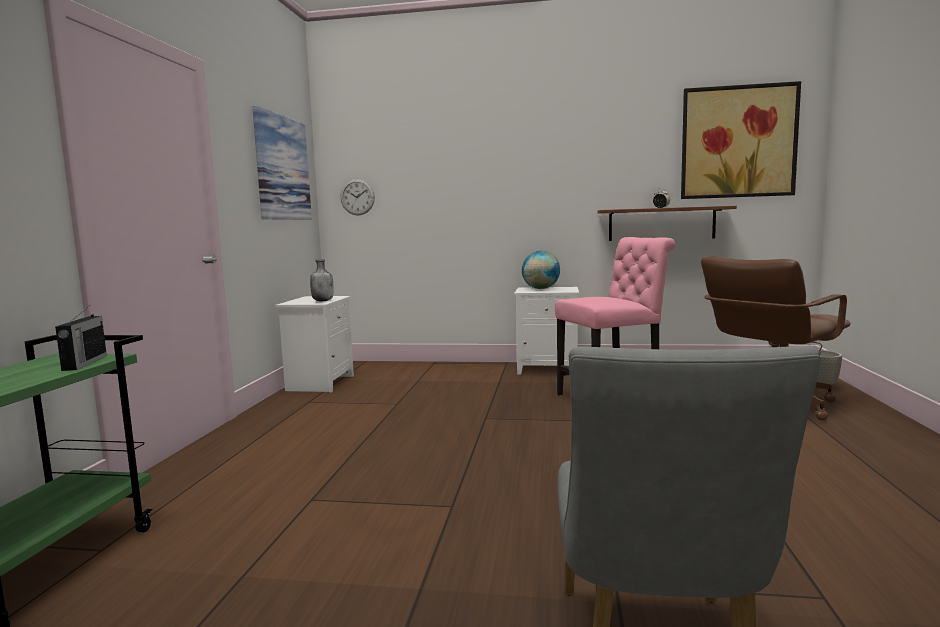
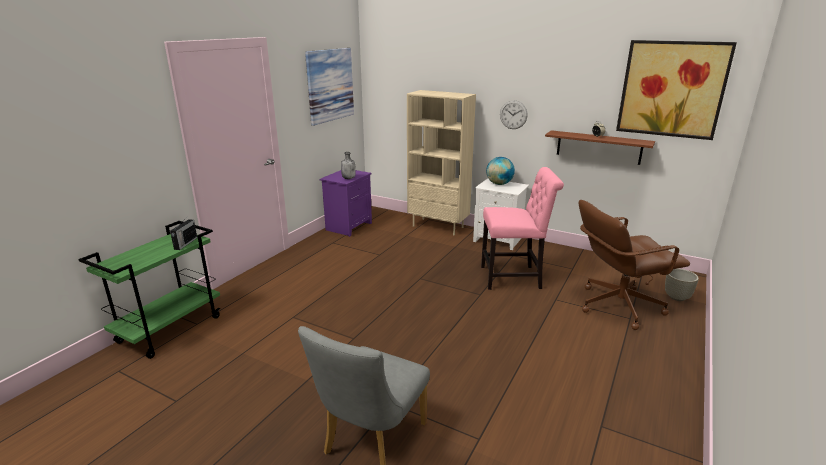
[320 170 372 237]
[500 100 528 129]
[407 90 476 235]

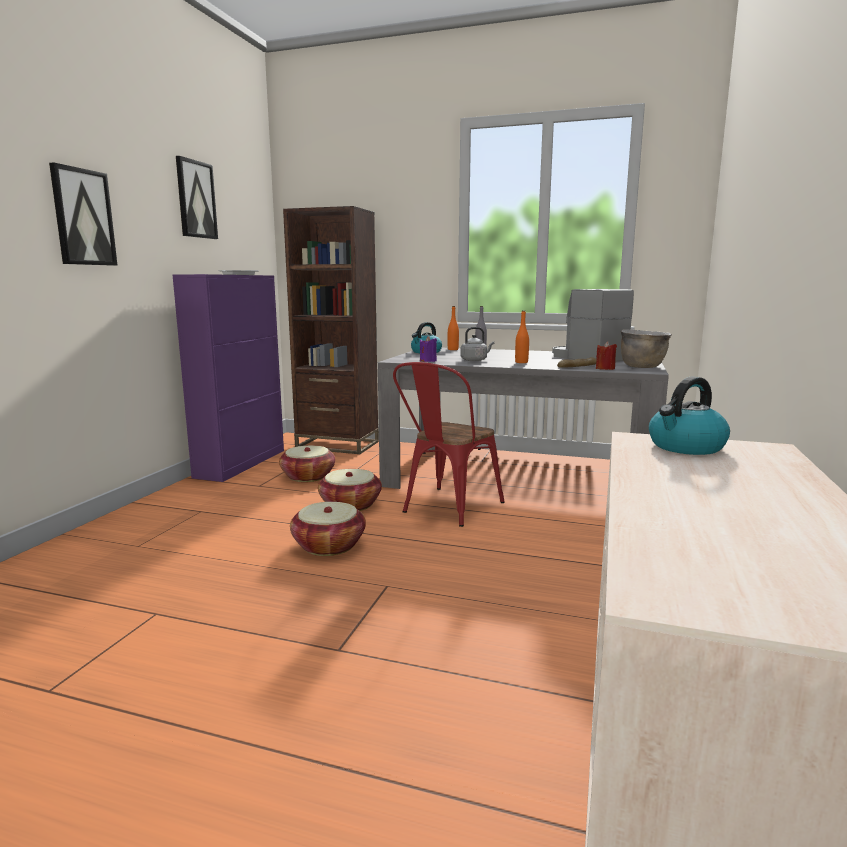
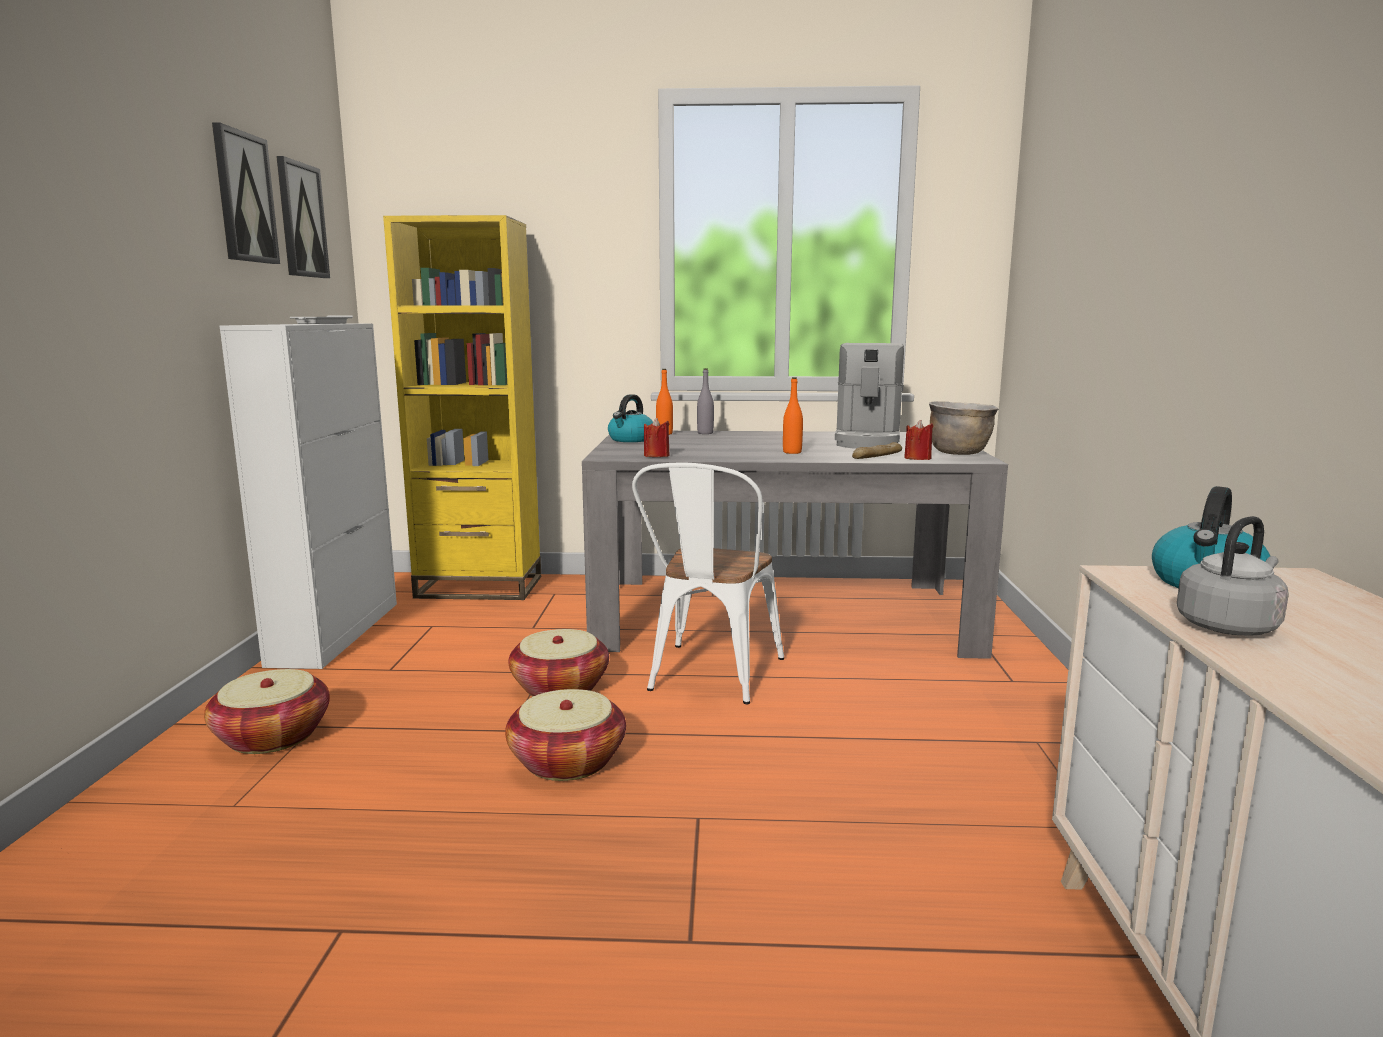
[276 156 330 278]
[219 324 397 669]
[204 669 330 754]
[383 215 541 600]
[632 463 784 704]
[644 418 670 457]
[1177 516 1289 636]
[835 343 904 449]

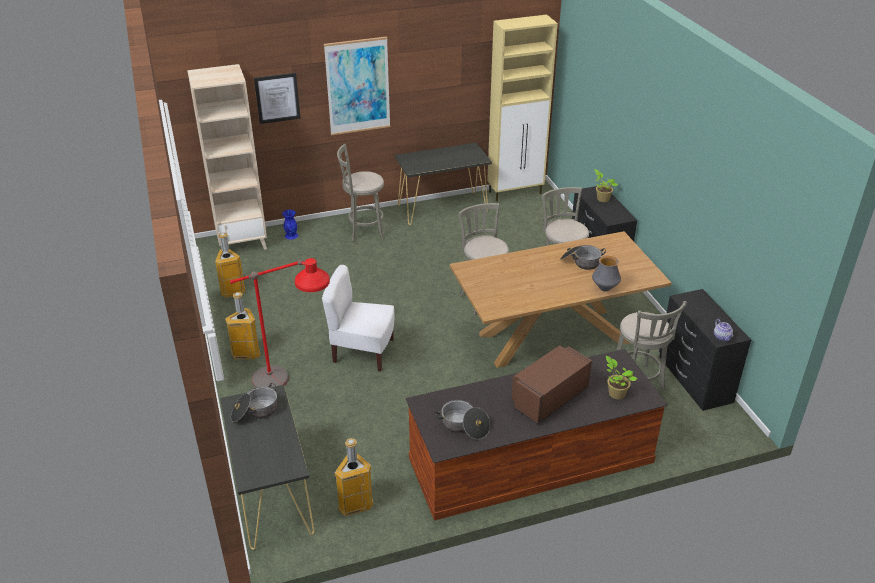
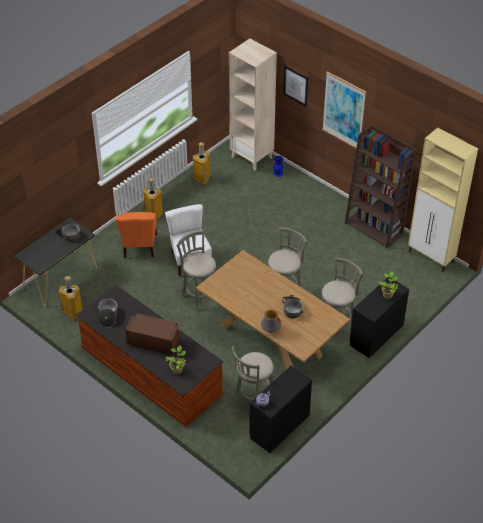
[116 212 157 258]
[177 230 216 311]
[345 125 416 249]

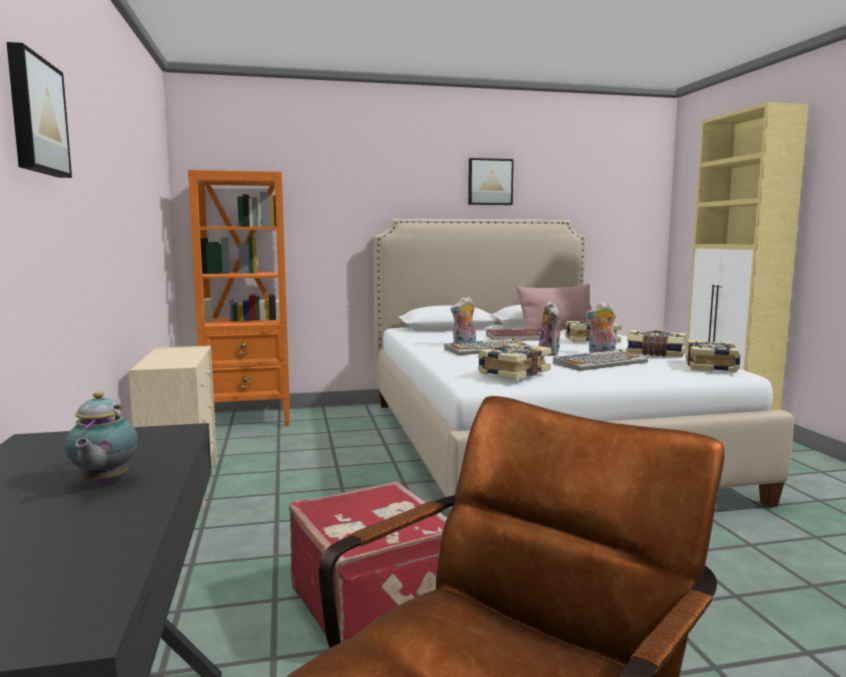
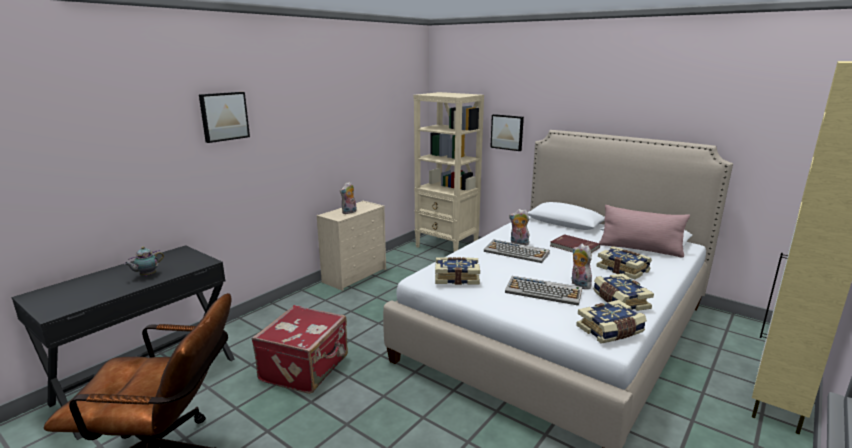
[414 92 484 252]
[490 114 524 151]
[340 182 357 214]

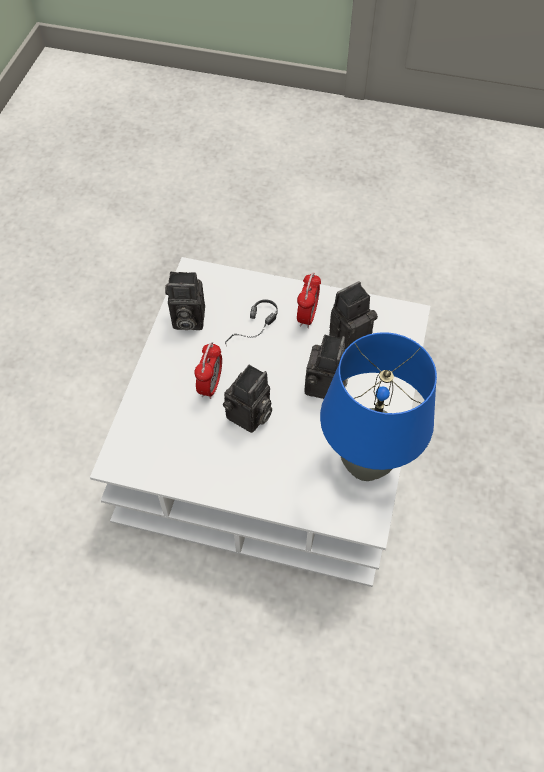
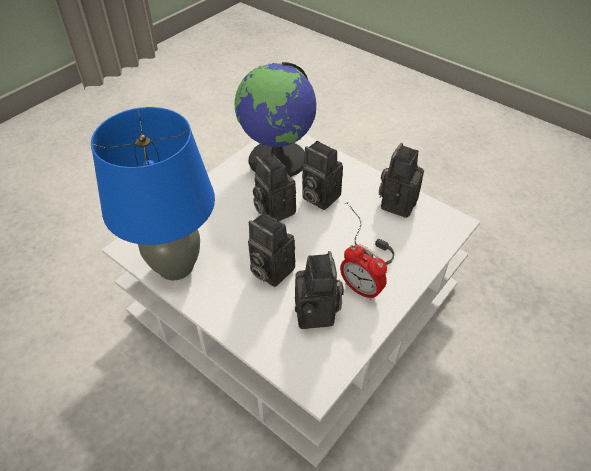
[302 141 343 210]
[235 62 317 177]

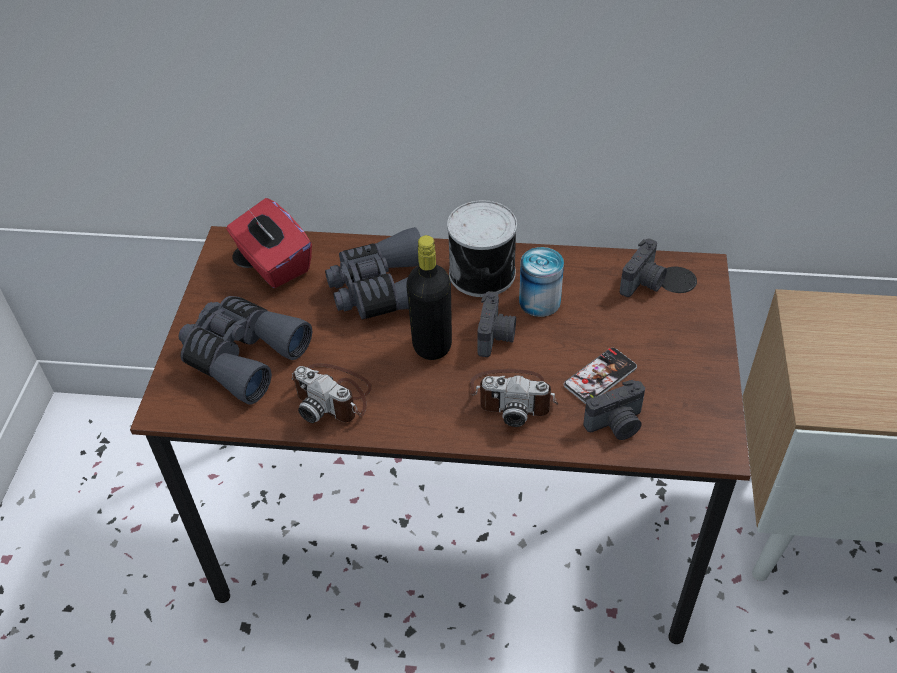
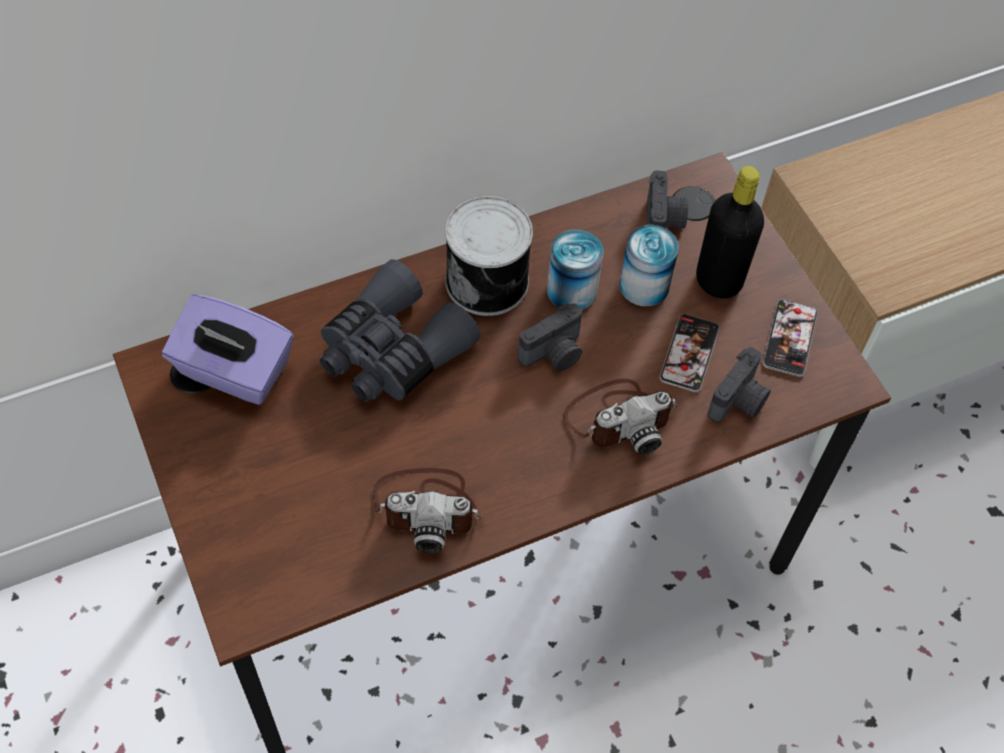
[178 296 312 404] (first image)
[162 294 293 405]
[696 166 764 298]
[518 303 582 372]
[619 225 679 306]
[763 300 818 377]

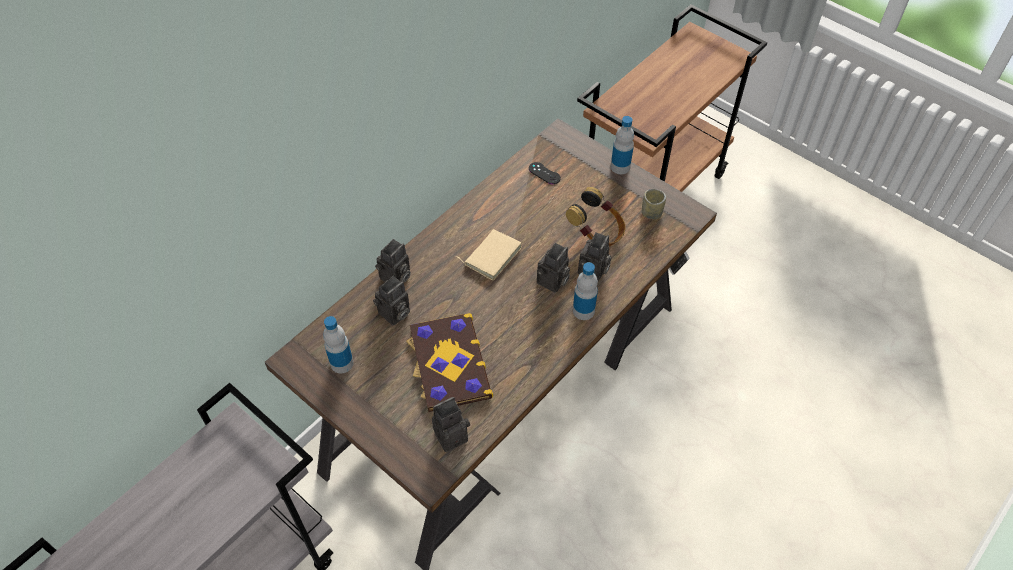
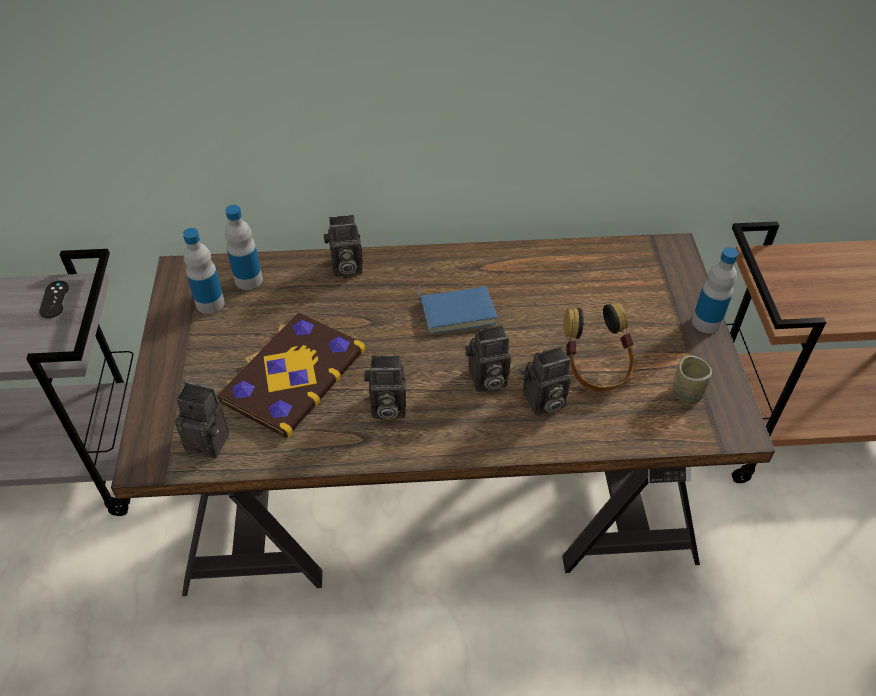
[364 355 406 419]
[418 285 497 334]
[39 281 69 318]
[225 205 263 290]

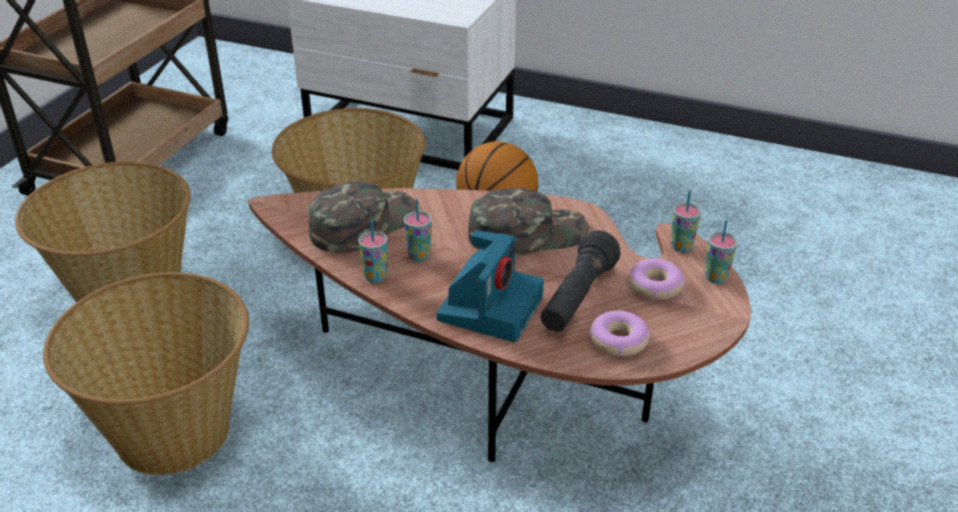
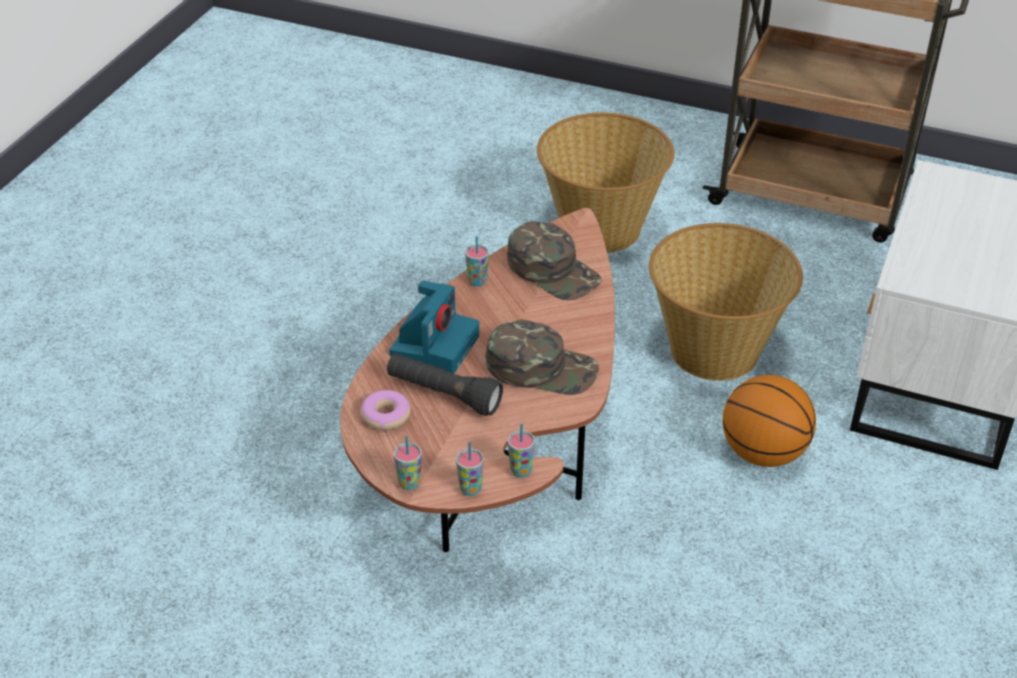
[43 272 249 475] (first image)
[394 436 421 490]
[389 281 479 374]
[486 319 599 395]
[629 259 685 300] (first image)

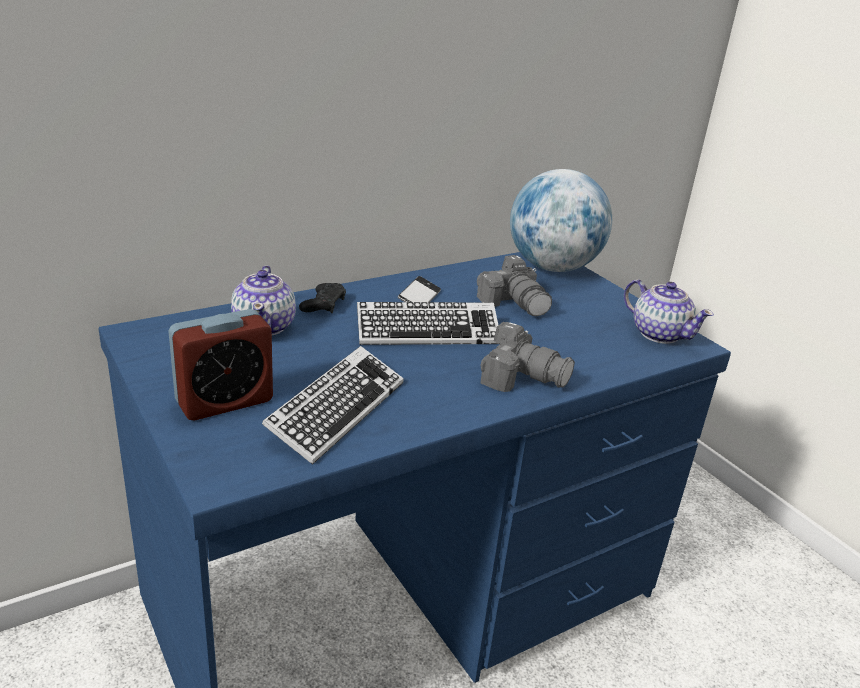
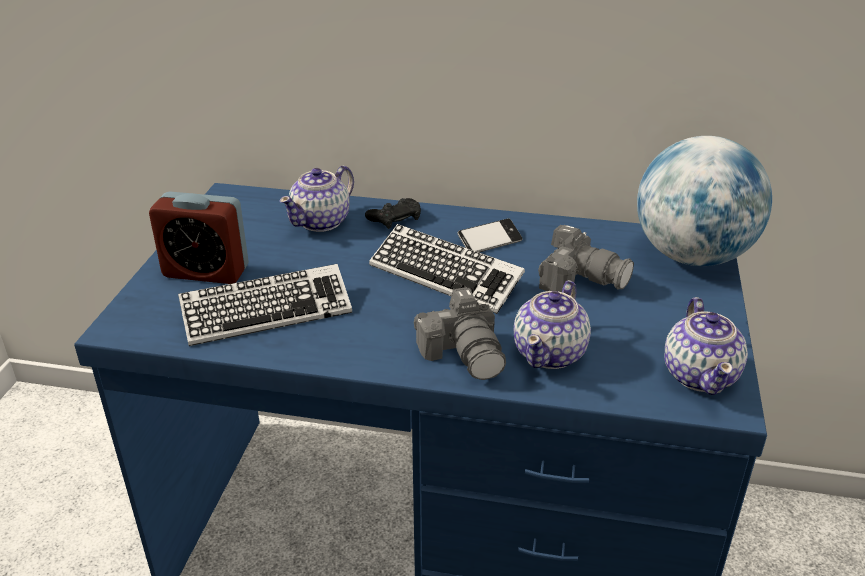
[538 225 634 292]
[514 280 591 369]

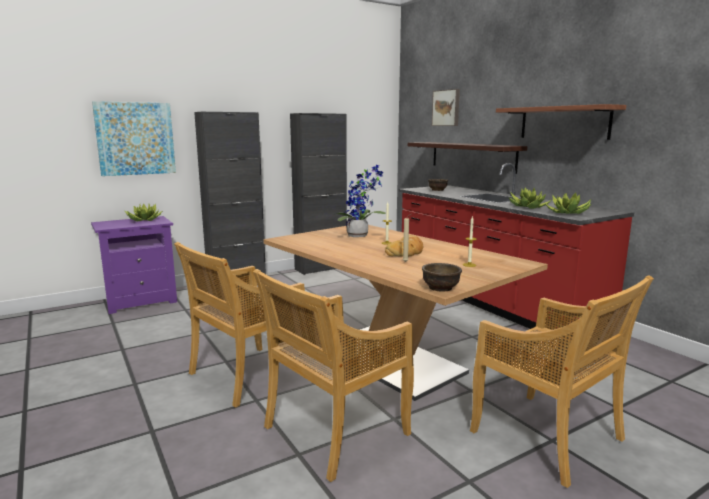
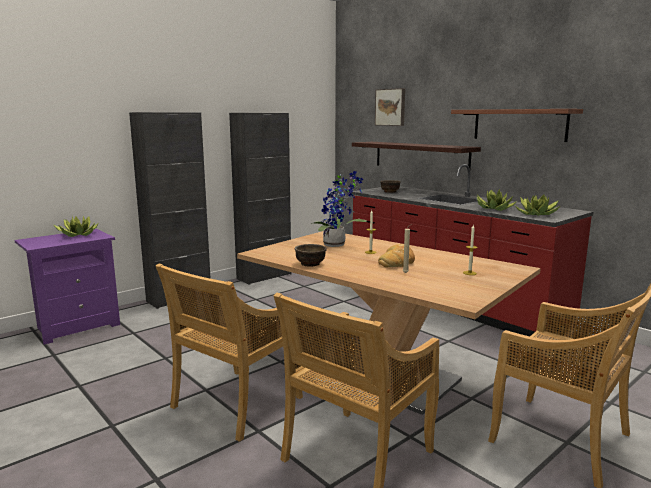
[92 101 176 176] (first image)
[295 244 327 267]

